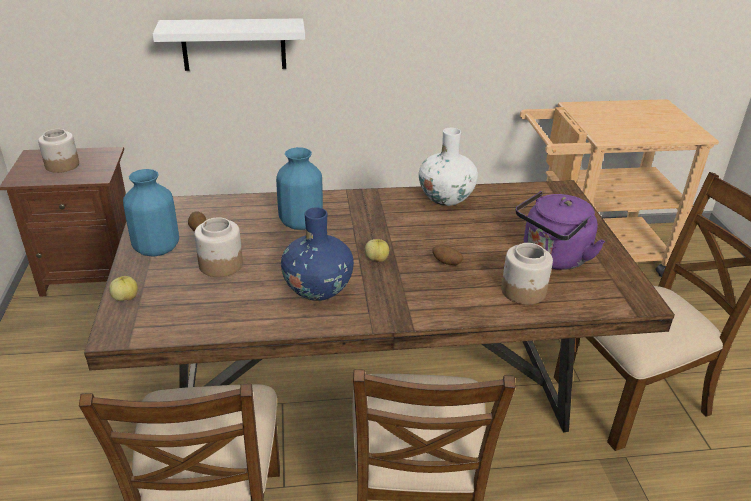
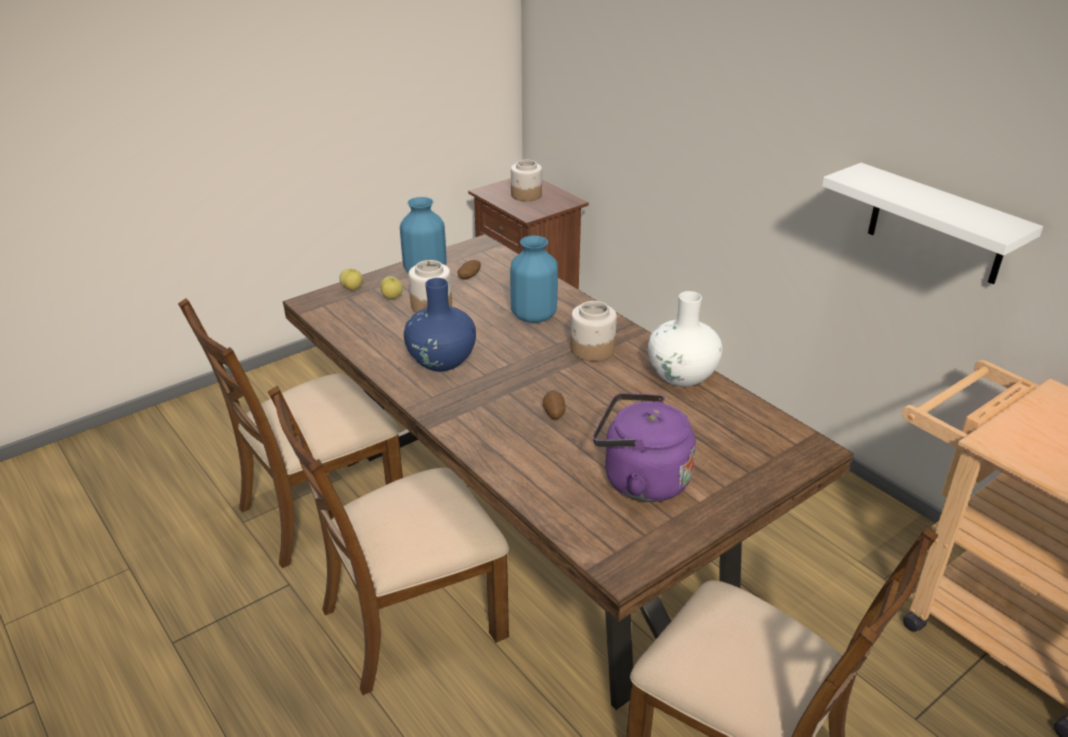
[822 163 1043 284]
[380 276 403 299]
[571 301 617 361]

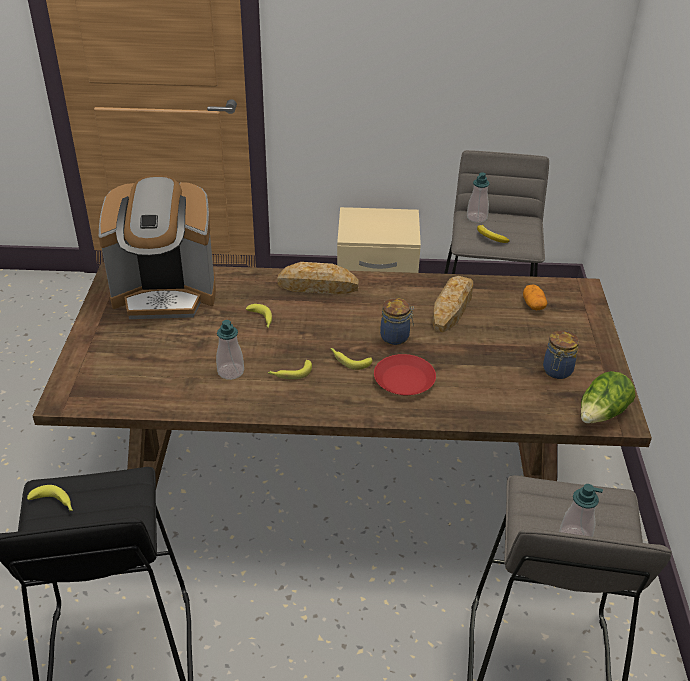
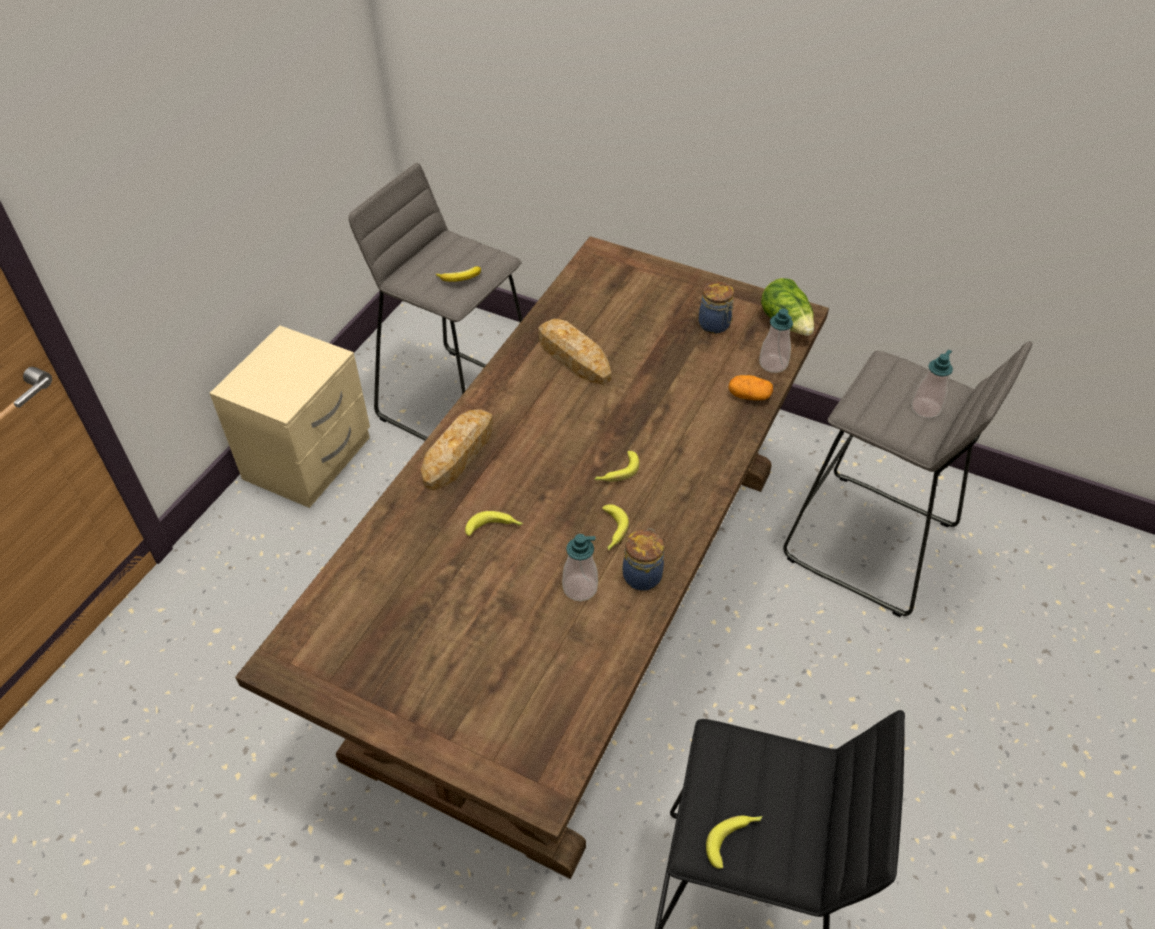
[99 175 216 319] (first image)
[374 354 436 395] (first image)
[622 528 664 591]
[759 308 793 373]
[728 375 773 400]

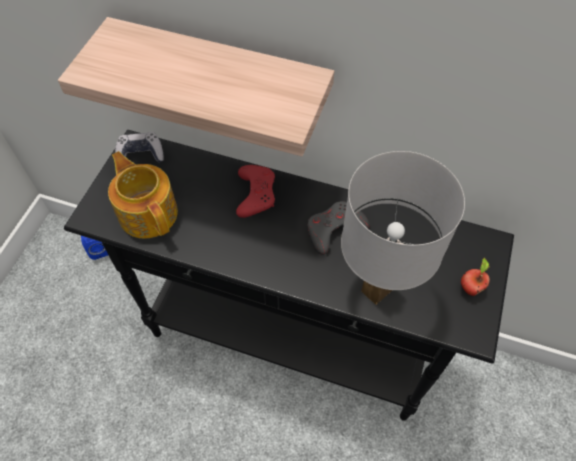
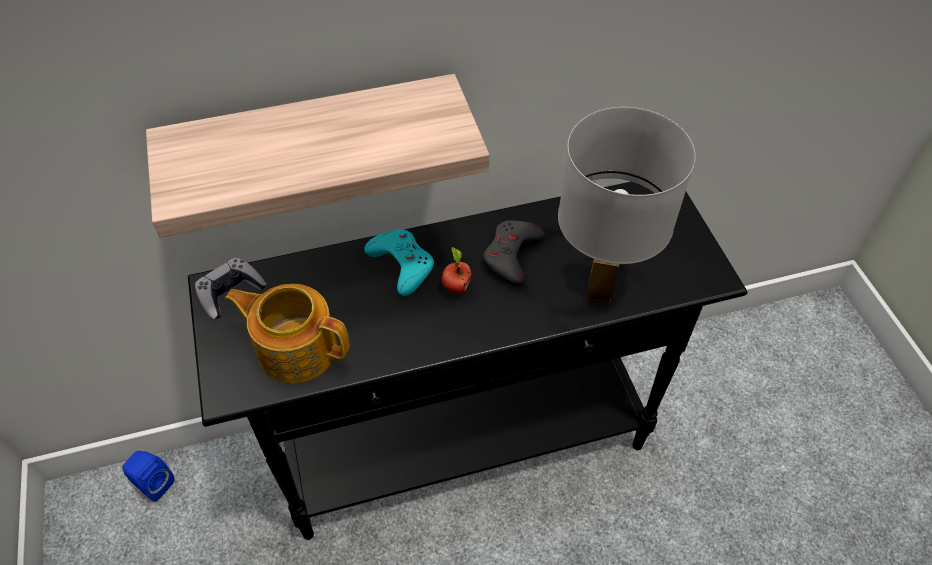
[364 229 434 296]
[441 247 472 294]

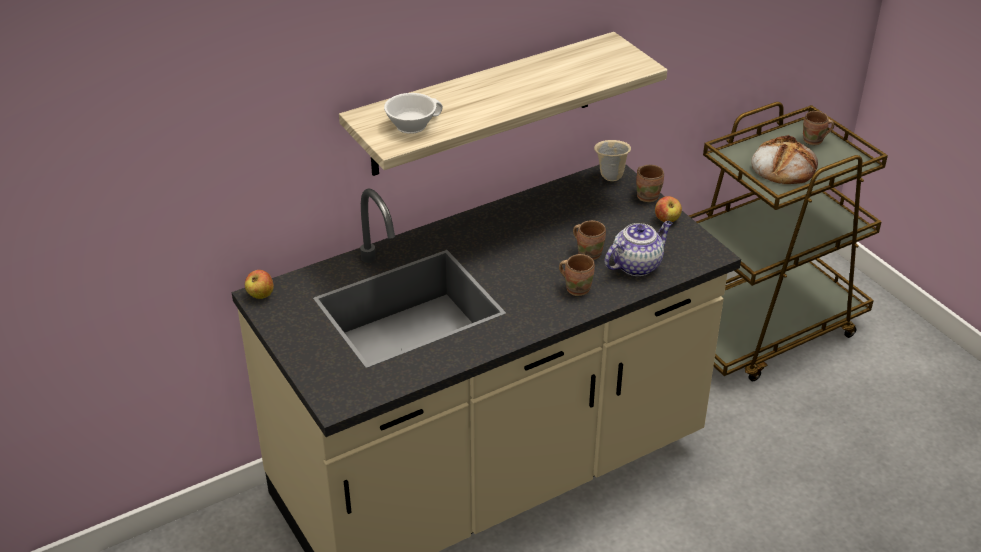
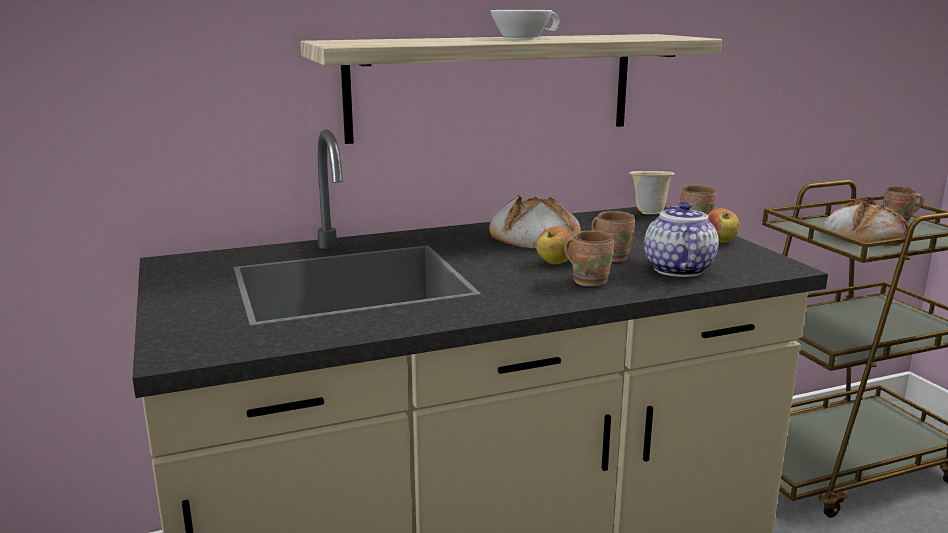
[536 226 572 264]
[490 10 560 39]
[644 202 719 277]
[489 195 581 248]

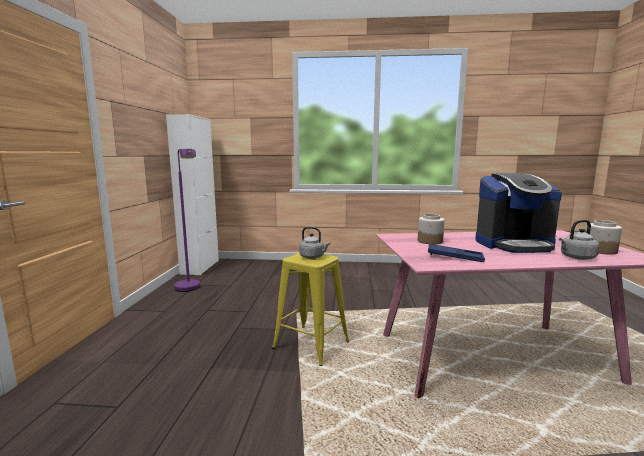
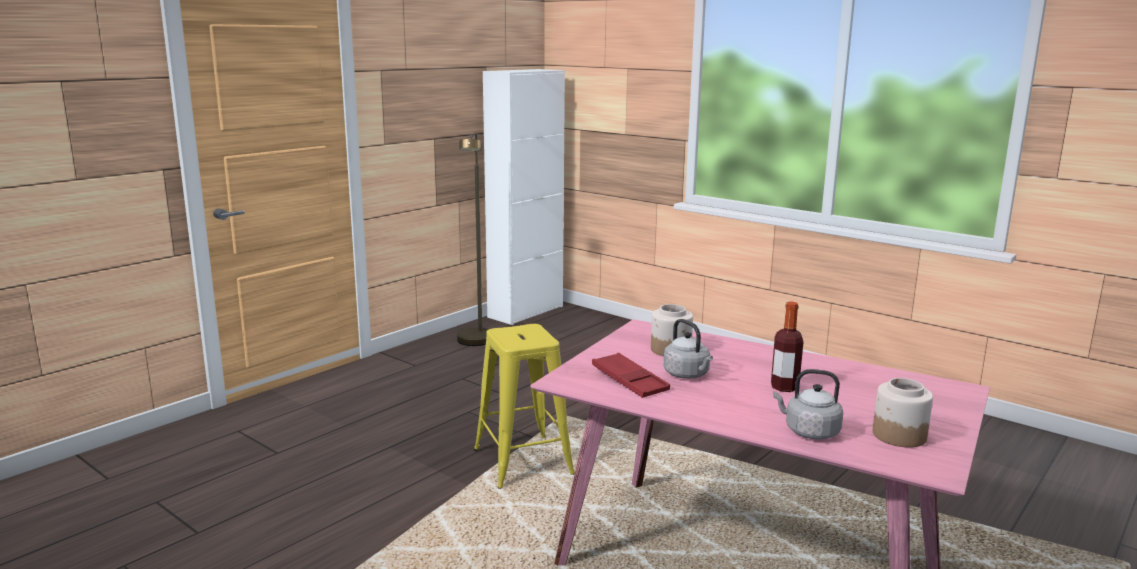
[457 133 489 346]
[664 319 713 379]
[592 353 670 398]
[771 301 803 392]

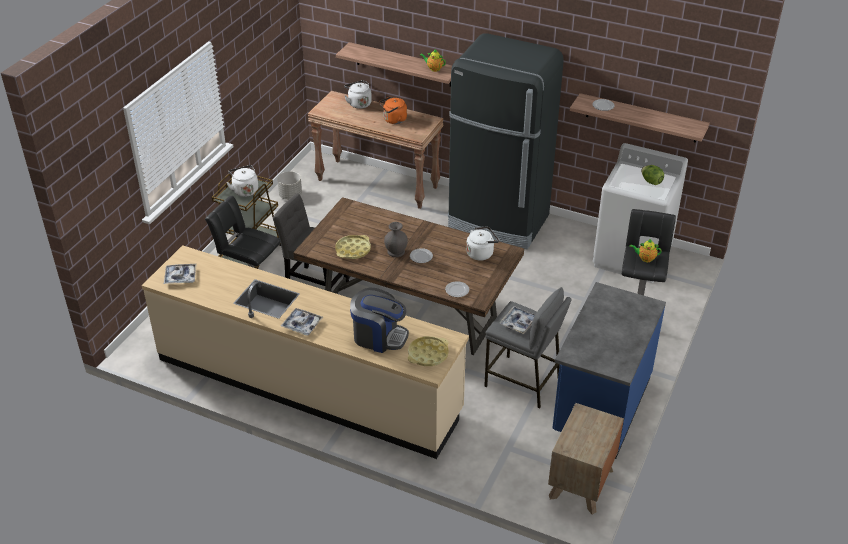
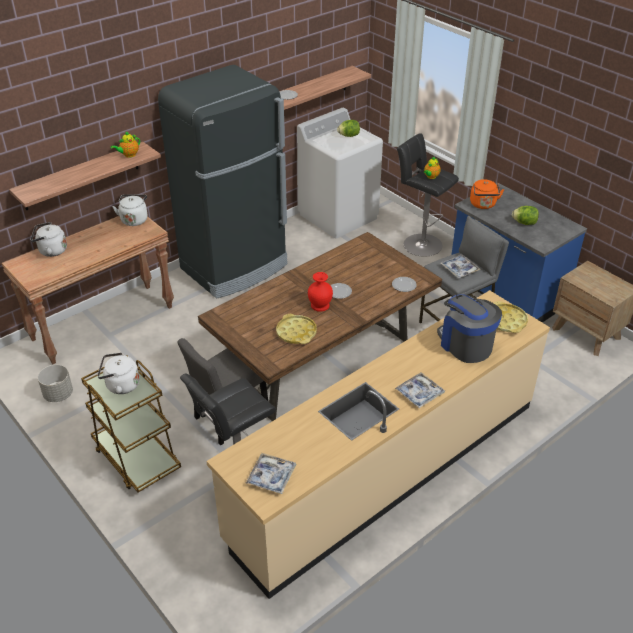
[437 294 502 363]
[470 179 504 209]
[308 272 333 312]
[112 194 148 226]
[512 206 539 225]

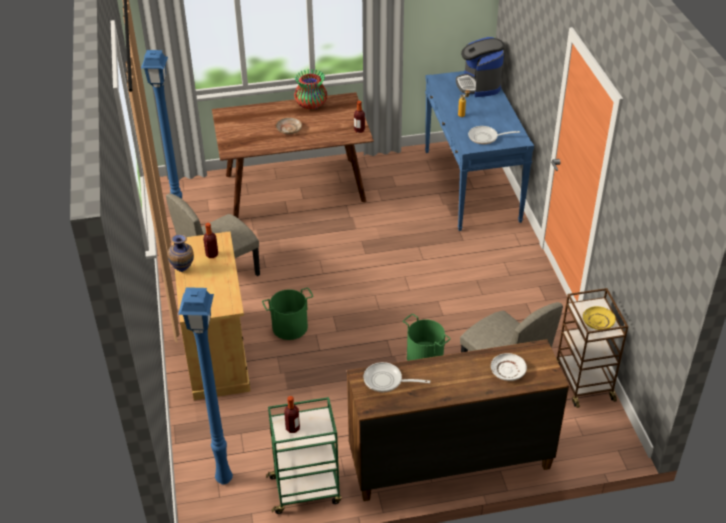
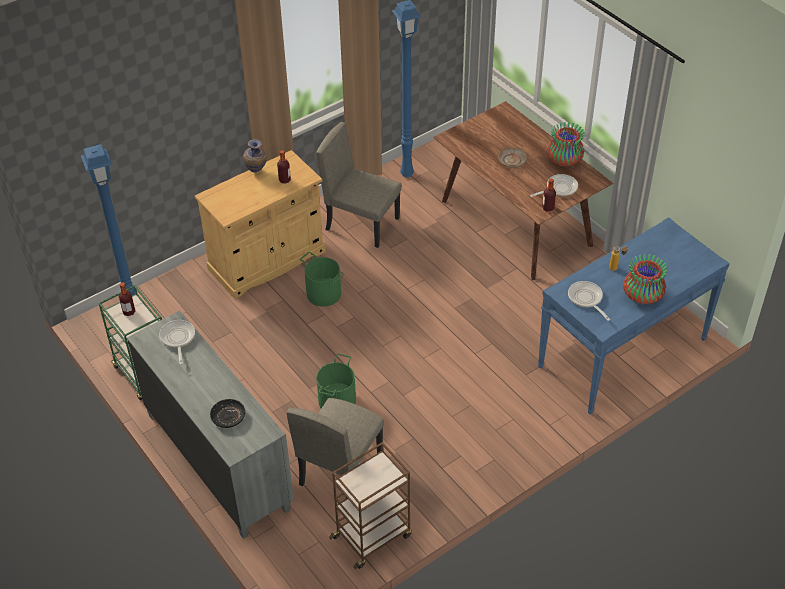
[127 311 294 539]
[456 37 504 97] (first image)
[210 399 245 428]
[583 306 616 330] (first image)
[530 174 578 197]
[623 254 668 305]

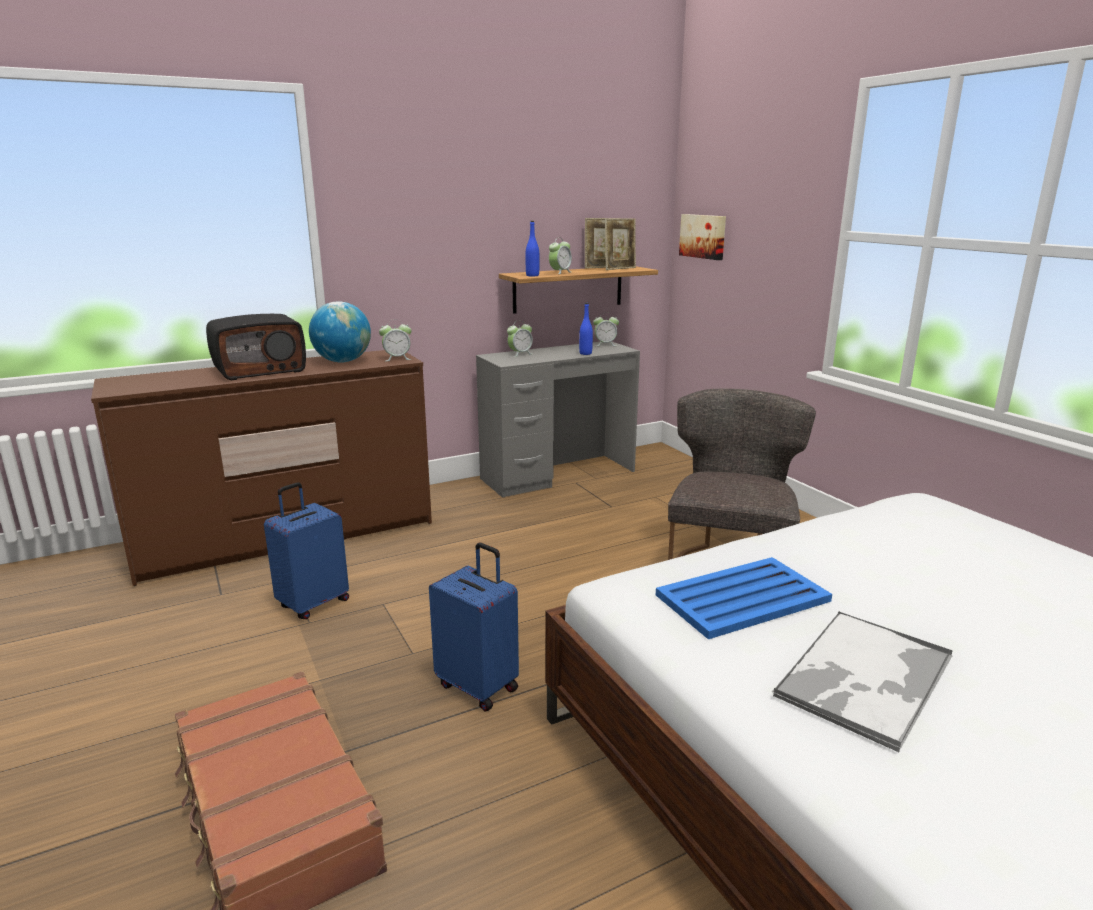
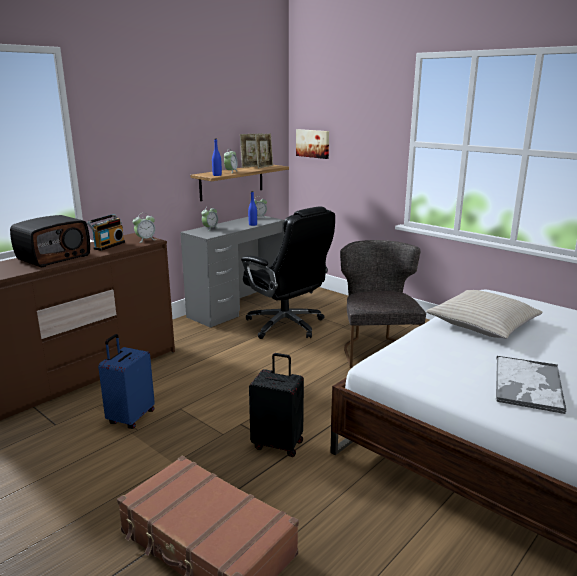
[87 214 125 251]
[249 353 304 457]
[656 557 832 639] (first image)
[241 207 335 339]
[426 290 543 339]

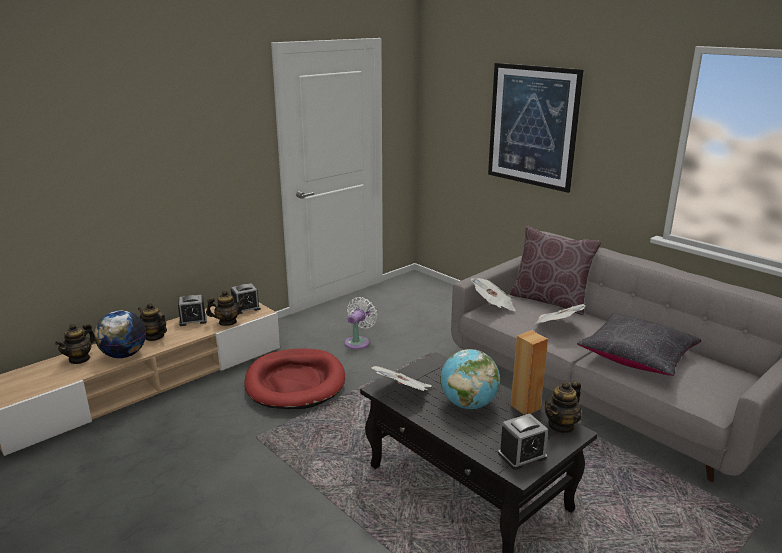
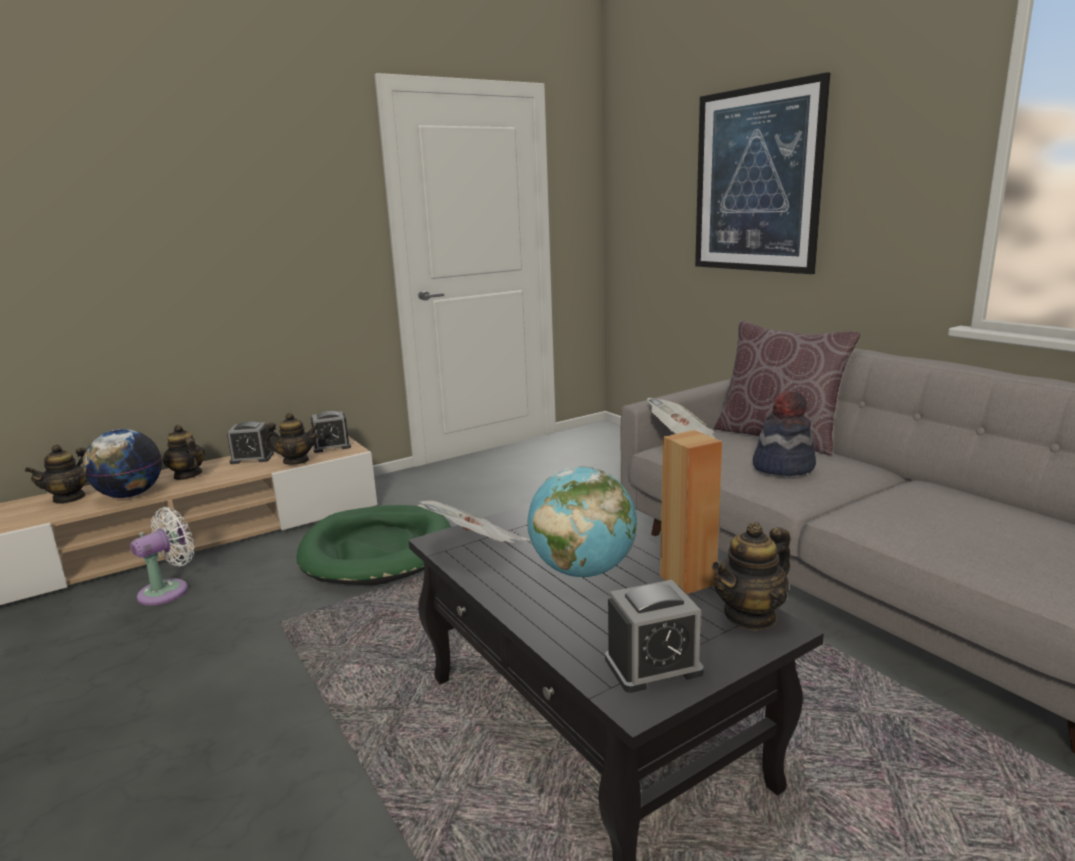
[296 505 450 585]
[130 507 194 605]
[753 391 816 476]
[577 314 702 376] (first image)

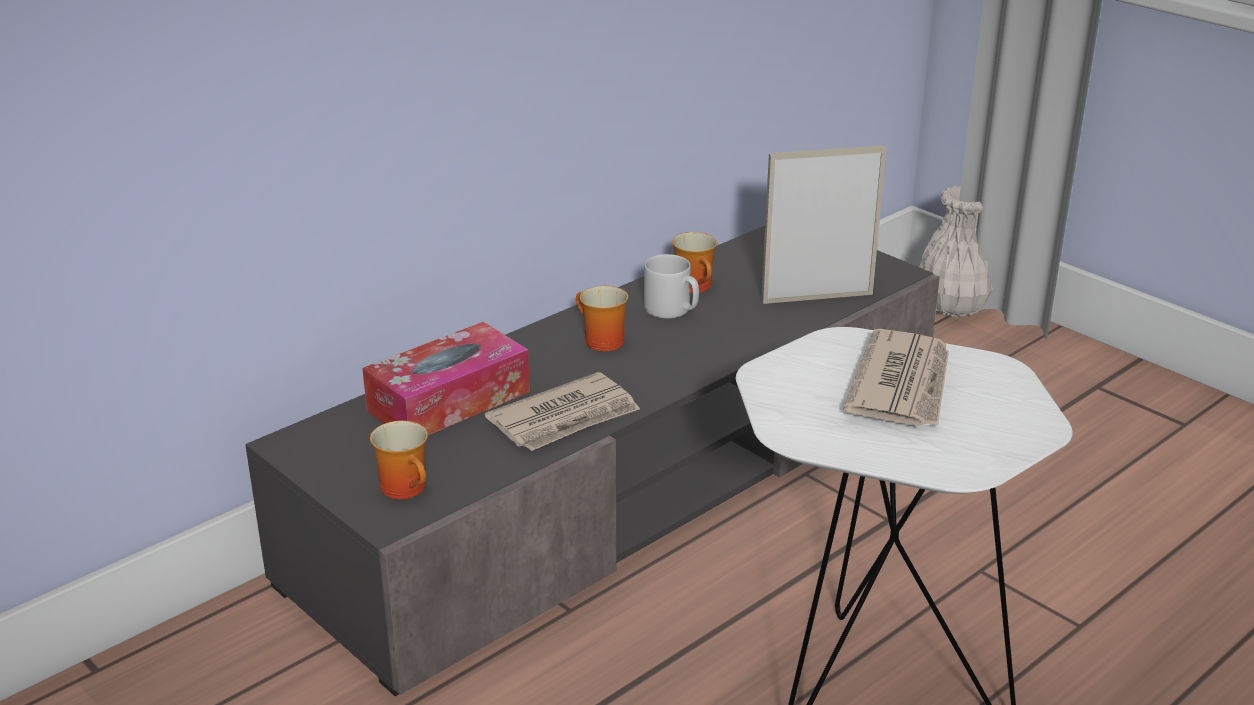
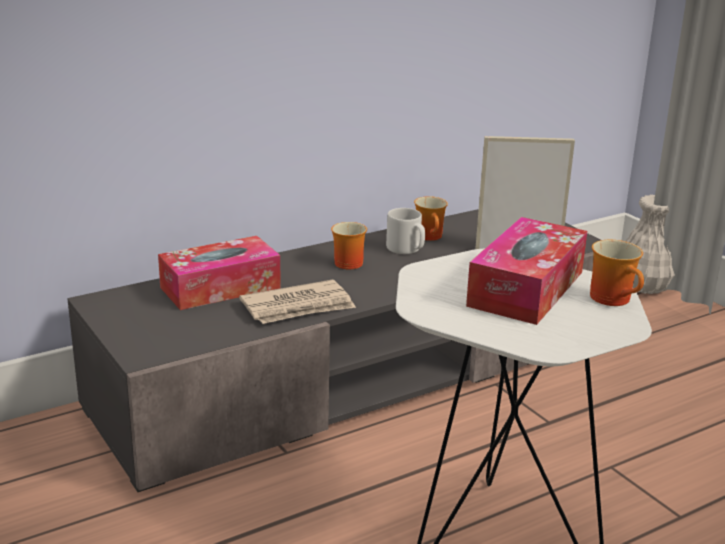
[590 240 644 306]
[466 217 587 325]

